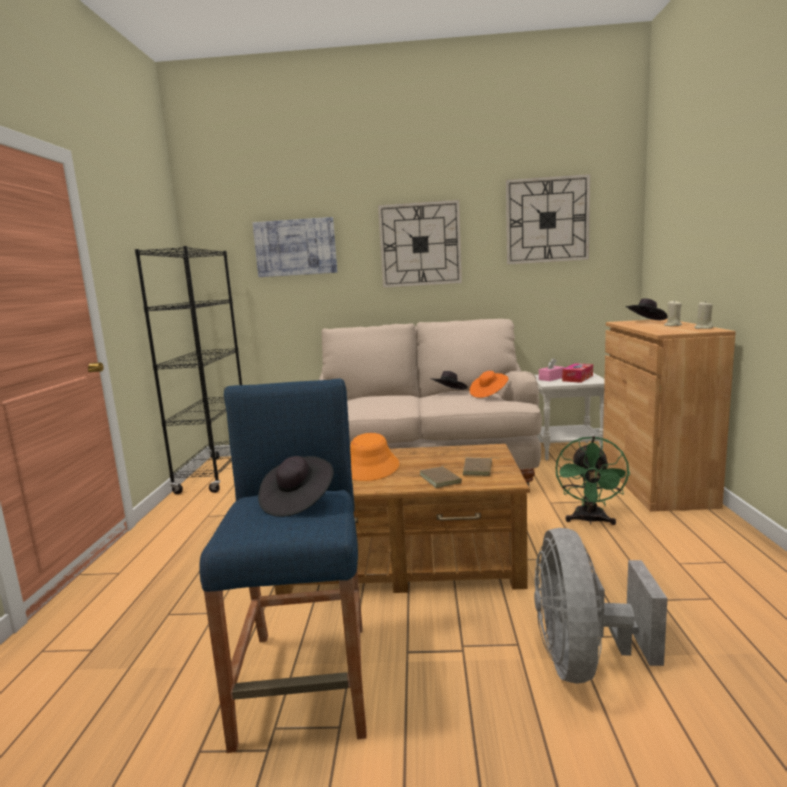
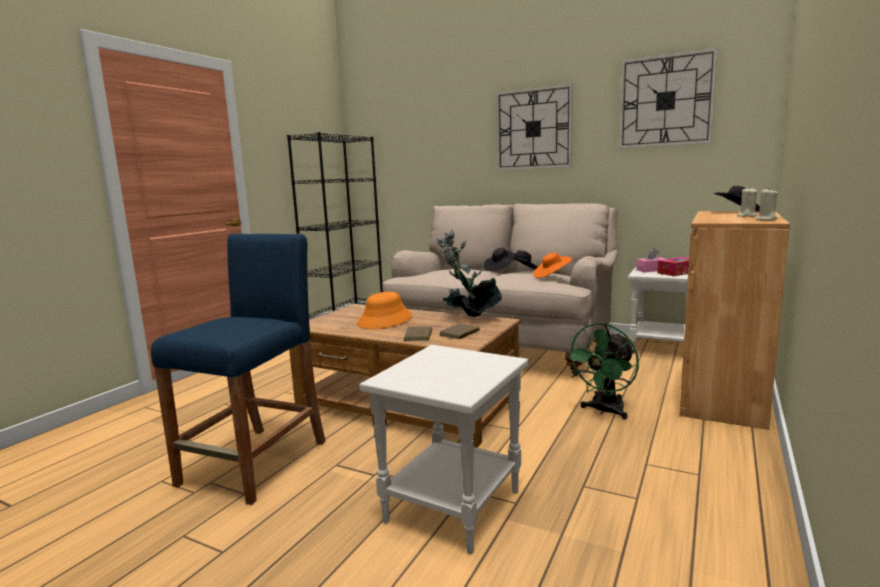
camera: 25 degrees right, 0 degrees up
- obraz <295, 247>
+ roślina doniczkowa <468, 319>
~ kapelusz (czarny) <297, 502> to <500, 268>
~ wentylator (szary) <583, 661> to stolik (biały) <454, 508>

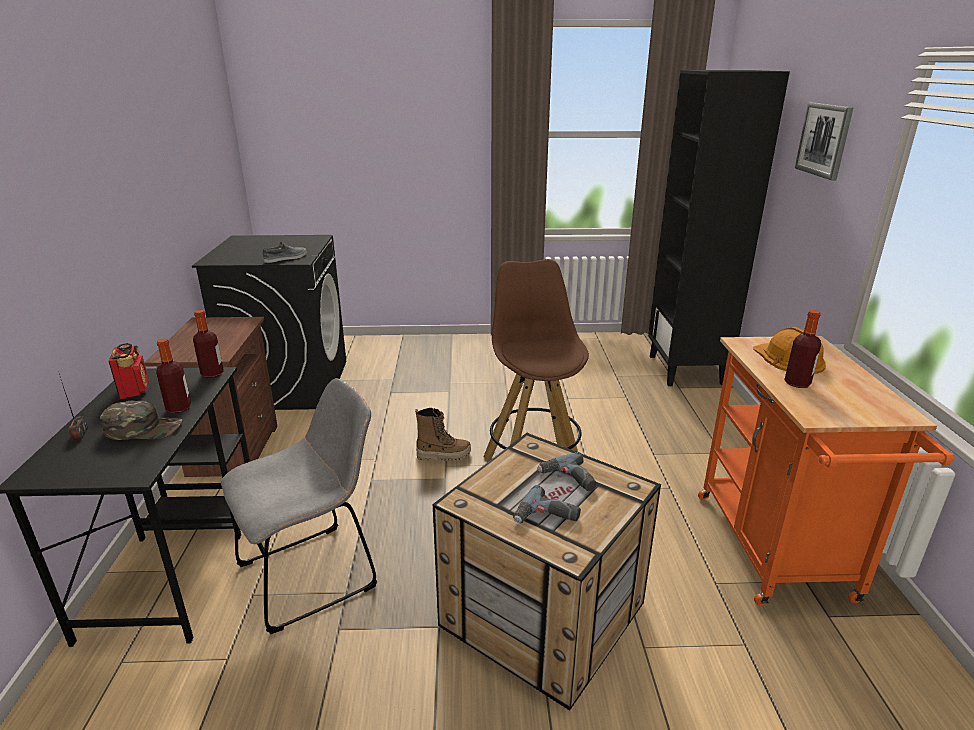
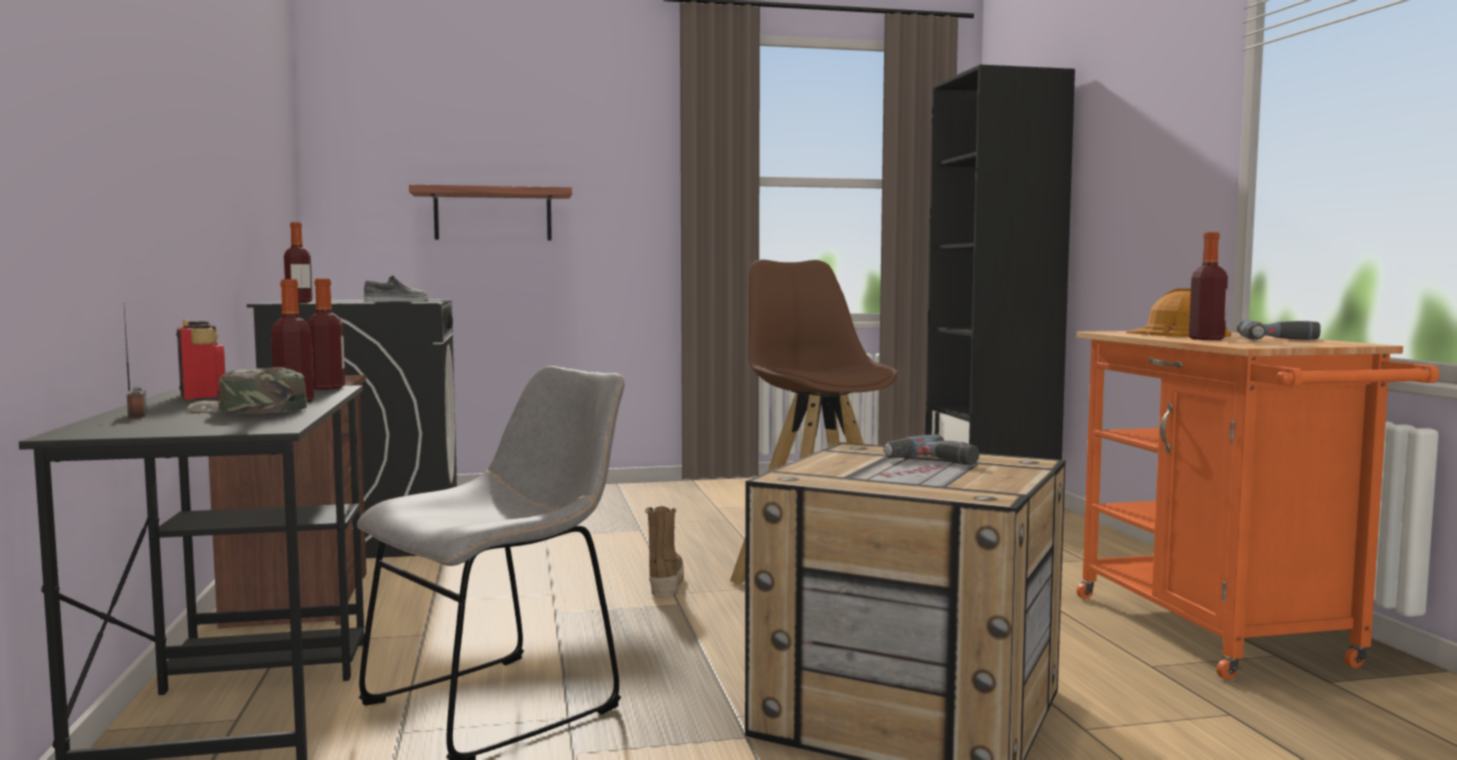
camera: 10 degrees left, 20 degrees down
- obraz <824, 140>
+ butelka <299, 302>
+ półka <493, 215>
~ wiertarka <546, 518> to <1280, 340>
~ czapka z daszkiem (zielony) <144, 428> = <248, 410> 150 degrees counterclockwise
~ but z cholewką <443, 455> = <665, 584> 75 degrees counterclockwise

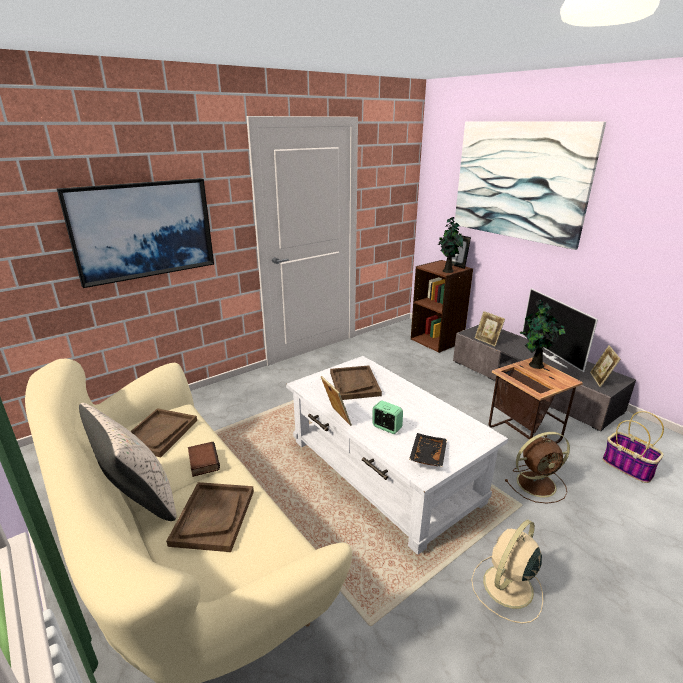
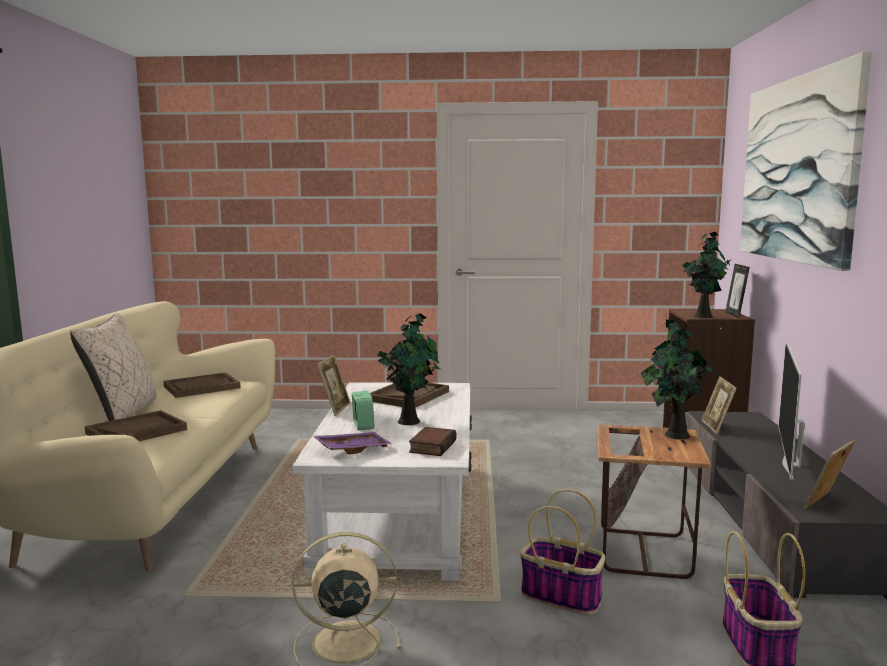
camera: 40 degrees right, 15 degrees down
- obraz <143, 230>
+ roślina doniczkowa <410, 421>
~ książka <202, 462> to <431, 446>
~ wentylator (brązowy) <537, 483> to koszyk <563, 596>
~ taca (czarny) <427, 455> to taca (fioletowy) <352, 449>

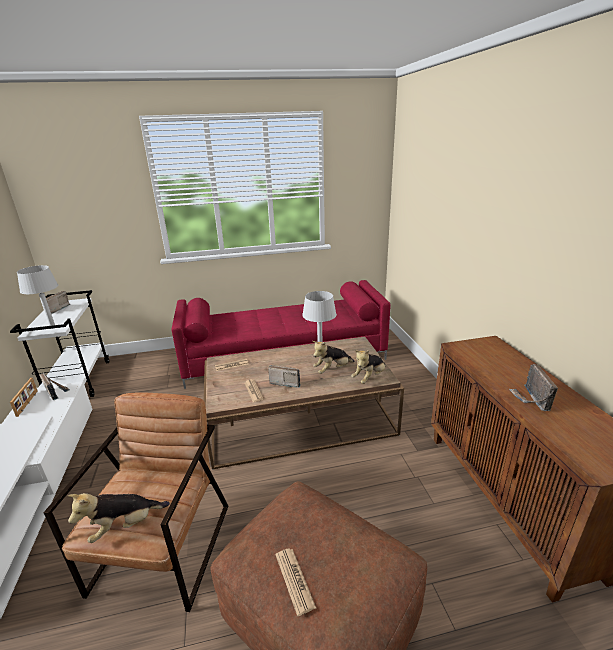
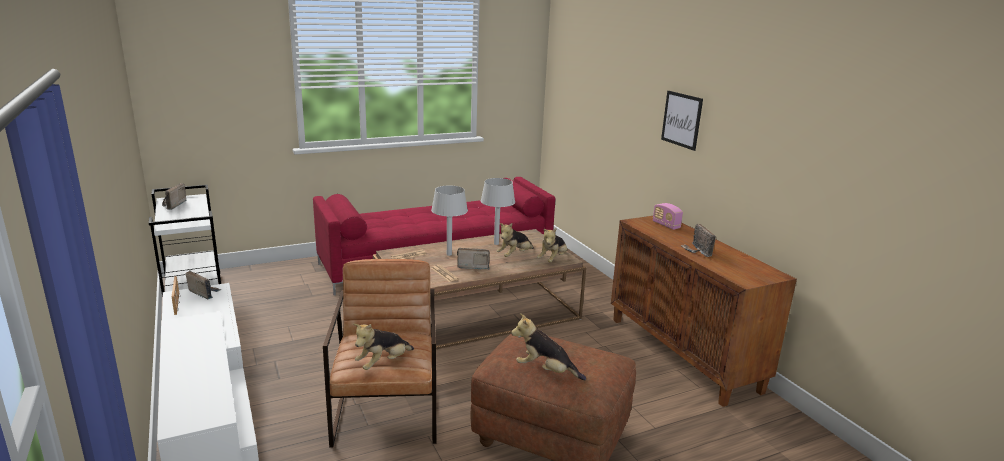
camera: 15 degrees left, 5 degrees down
+ radio <666, 225>
+ obraz <681, 120>
~ lampa stołowa (szary) <52, 327> to <448, 254>
~ gazeta <294, 580> to pluszak <545, 371>

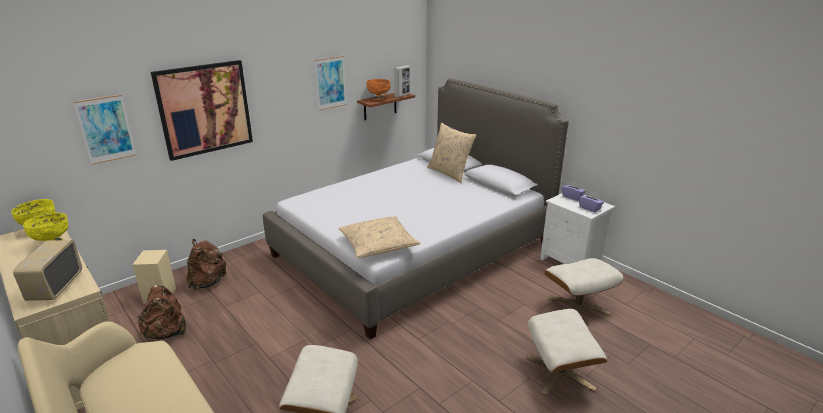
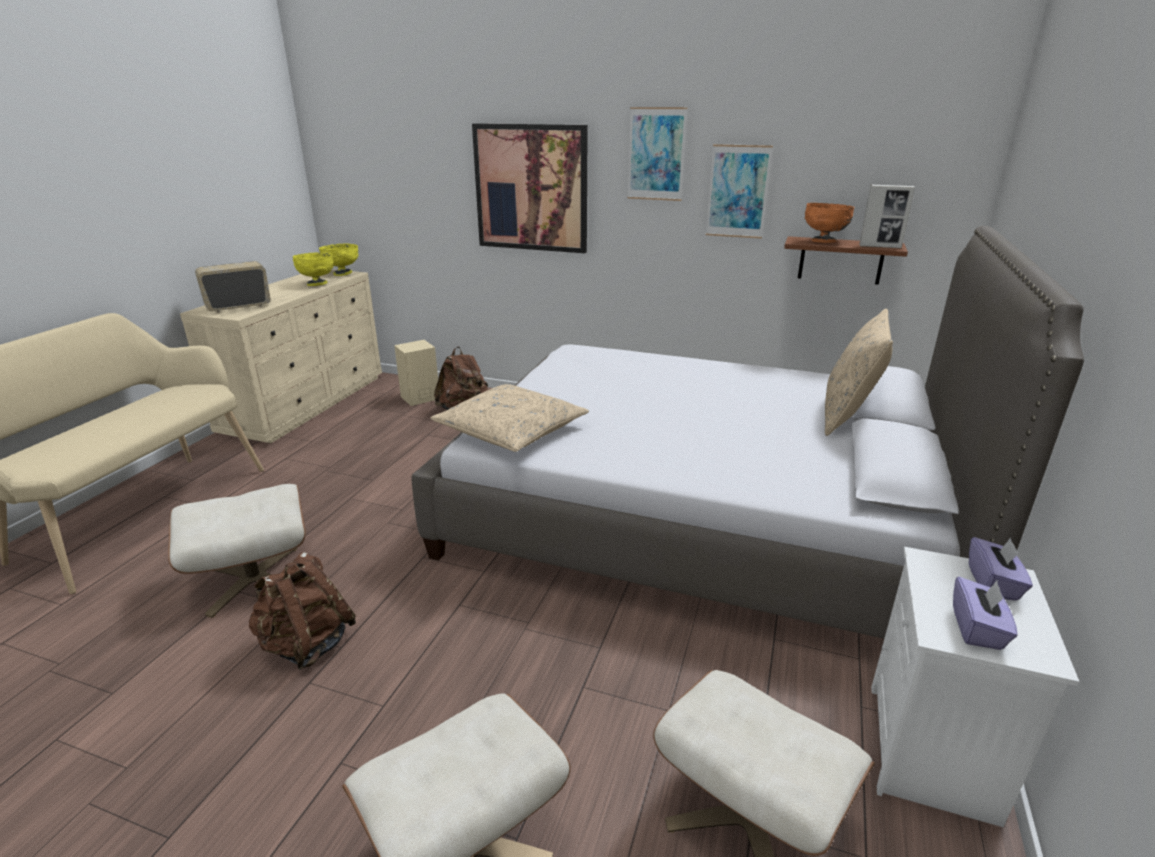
camera: 60 degrees right, 0 degrees up
~ obraz <106, 129> to <656, 154>
~ plecak (brązowy) <166, 333> to <307, 644>

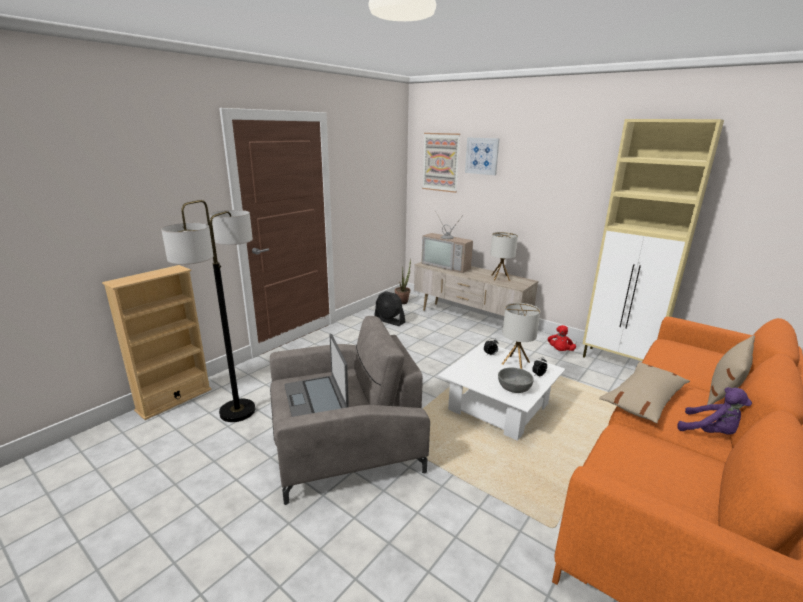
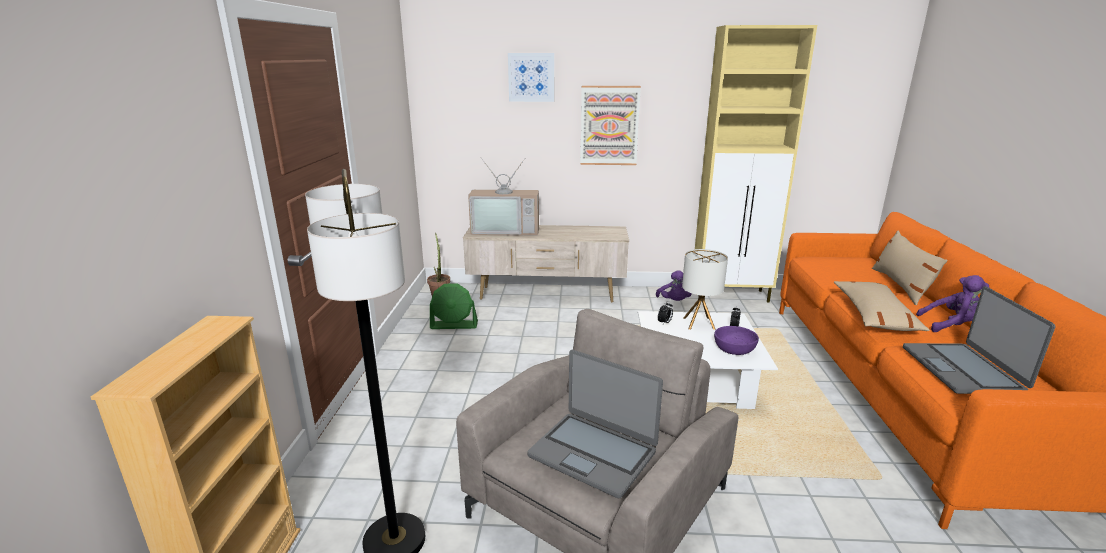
camera: 35 degrees left, 0 degrees up
- lampa stołowa <500, 277>
+ laptop <962, 369>
~ obraz <441, 162> to <609, 126>
~ wentylator (czarny) <389, 321> to wentylator (zielony) <454, 325>
~ miska (szary) <514, 387> to miska (fioletowy) <734, 349>
~ pluszak (czerwony) <559, 351> to pluszak (fioletowy) <673, 302>

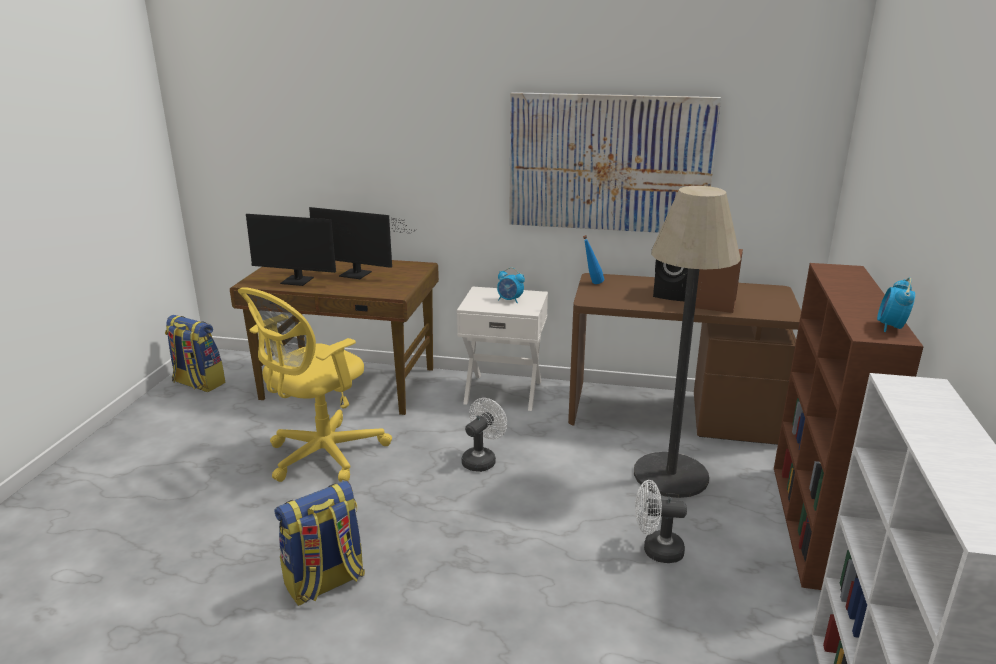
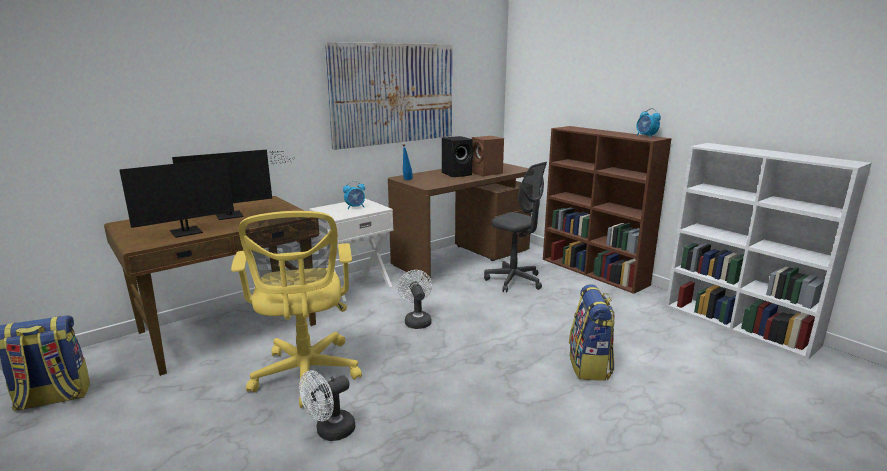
camera: 50 degrees left, 5 degrees down
~ plecak <325, 583> to <590, 366>
~ wentylator (biały) <656, 550> to <330, 432>
~ lampa stojąca <670, 475> to krzesło biurowe (szary) <514, 281>

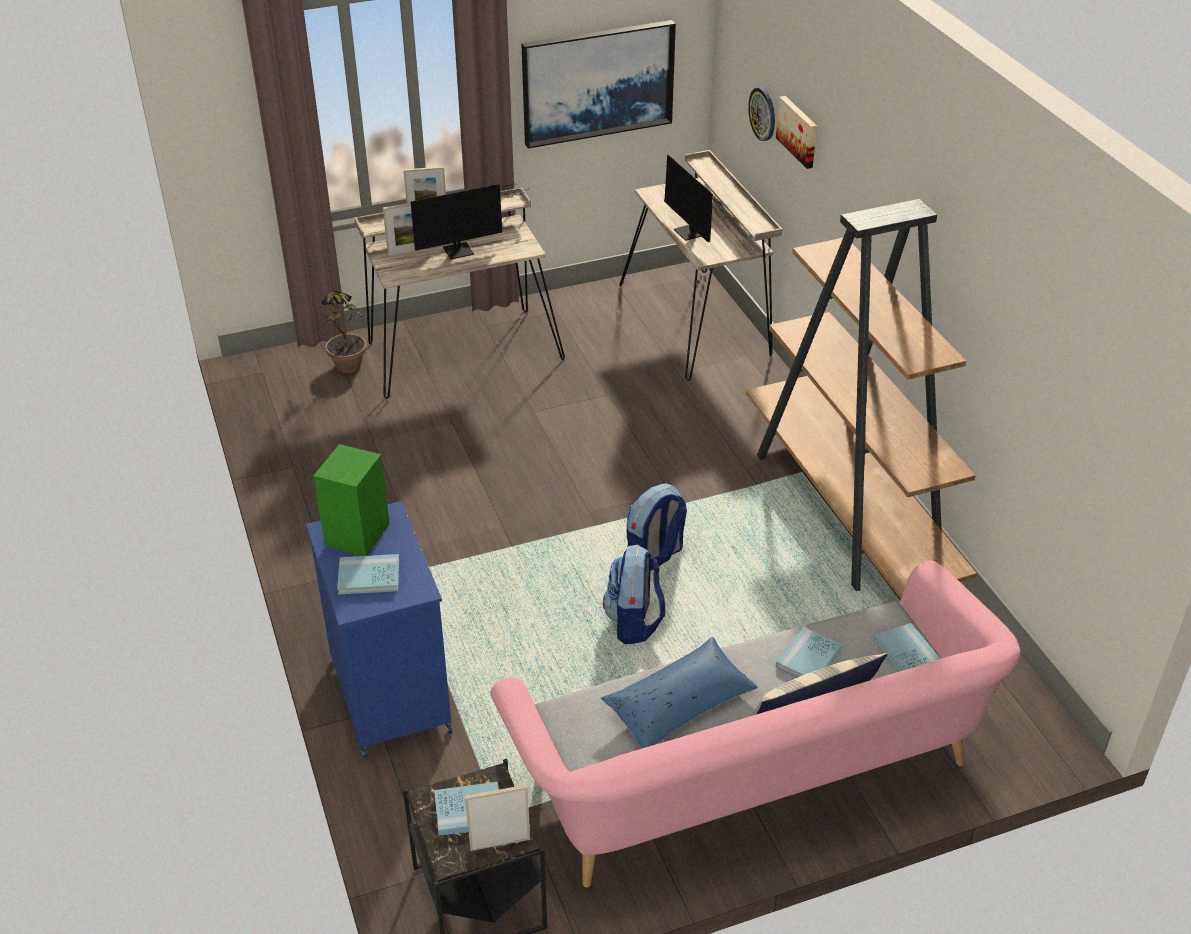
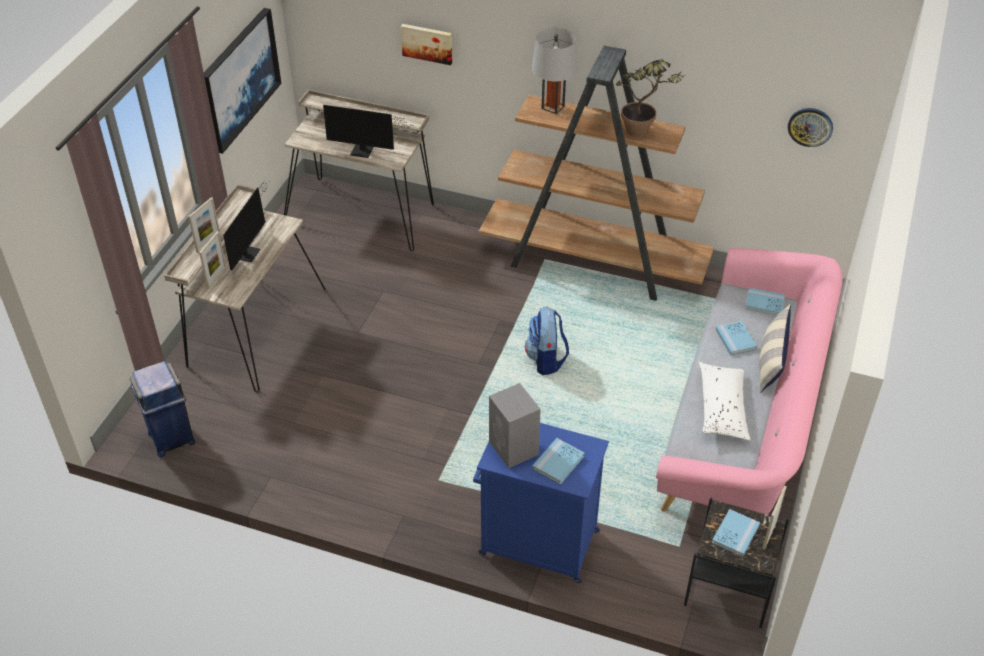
camera: 50 degrees left, 5 degrees up
- plecak <634, 622>
+ kosz na śmieci (niebieski) <171, 437>
+ lampa stołowa (szary) <552, 107>
~ roślina doniczkowa <347, 371> to <643, 134>
~ zegar ścienny <763, 113> to <810, 126>
~ głośnik (zielony) <356, 536> to głośnik (szary) <514, 449>
~ poduszka (niebieski) <679, 704> to poduszka (biały) <722, 408>

